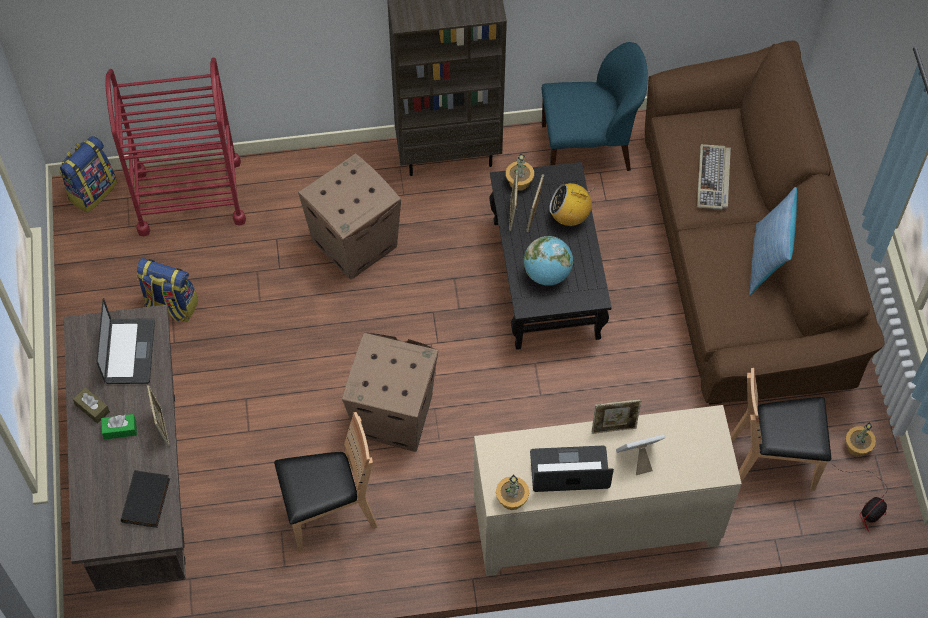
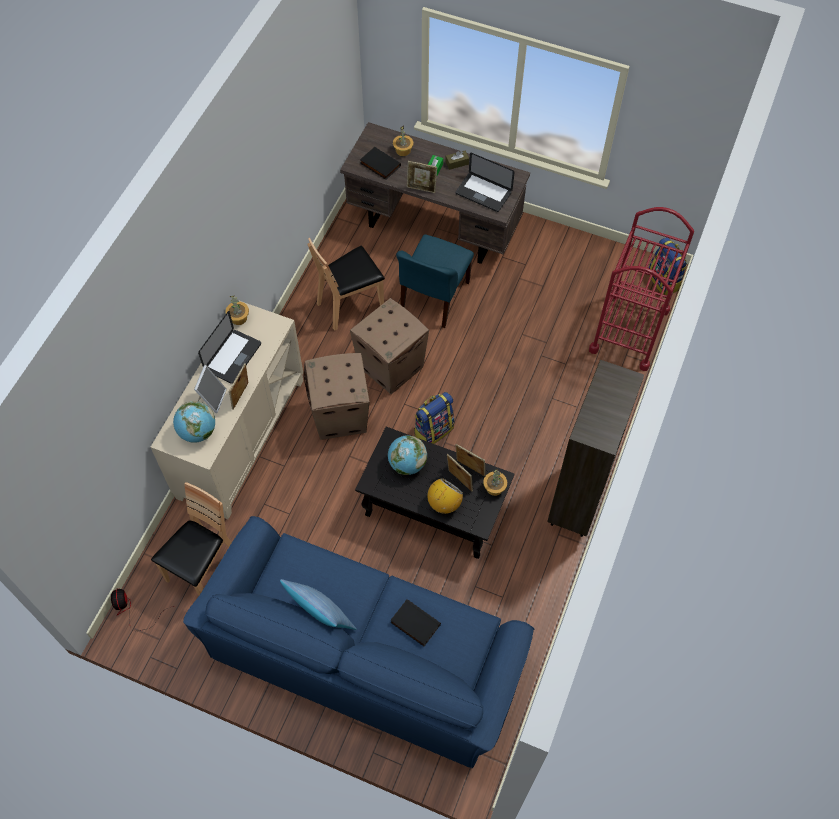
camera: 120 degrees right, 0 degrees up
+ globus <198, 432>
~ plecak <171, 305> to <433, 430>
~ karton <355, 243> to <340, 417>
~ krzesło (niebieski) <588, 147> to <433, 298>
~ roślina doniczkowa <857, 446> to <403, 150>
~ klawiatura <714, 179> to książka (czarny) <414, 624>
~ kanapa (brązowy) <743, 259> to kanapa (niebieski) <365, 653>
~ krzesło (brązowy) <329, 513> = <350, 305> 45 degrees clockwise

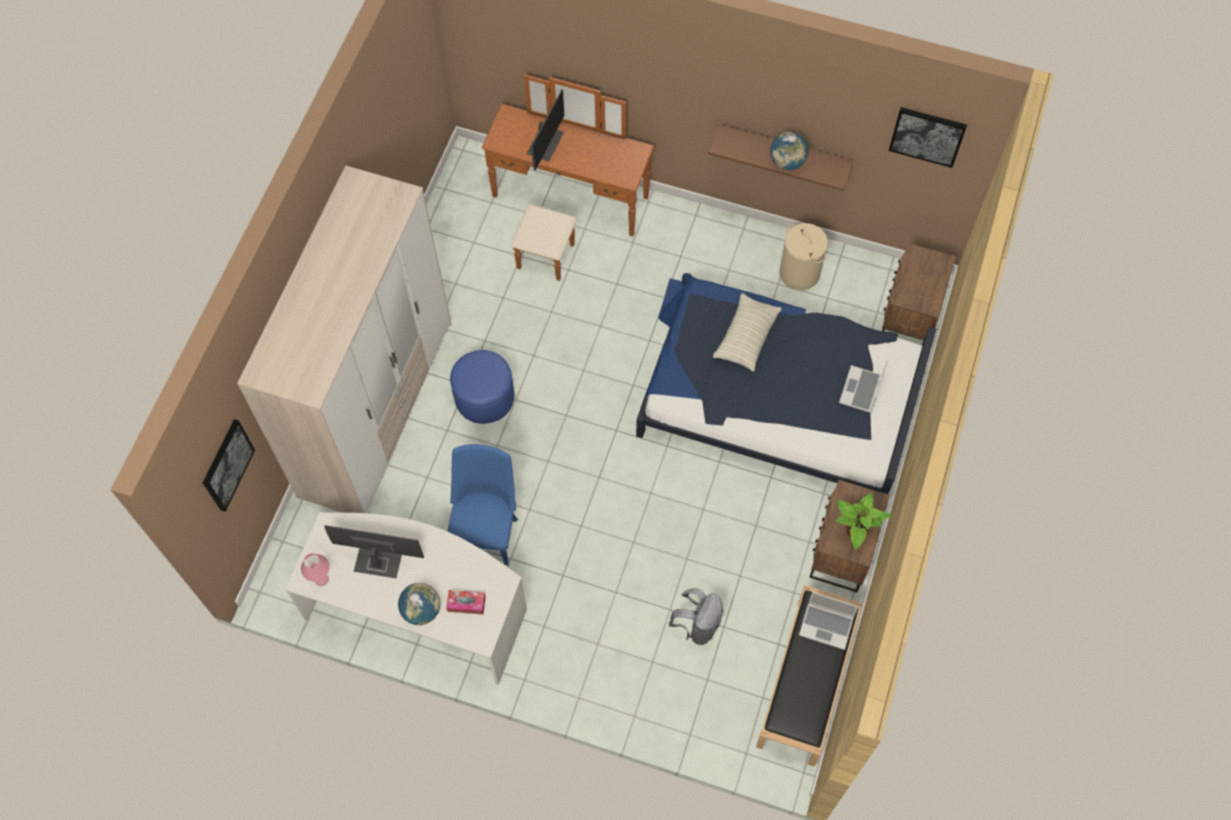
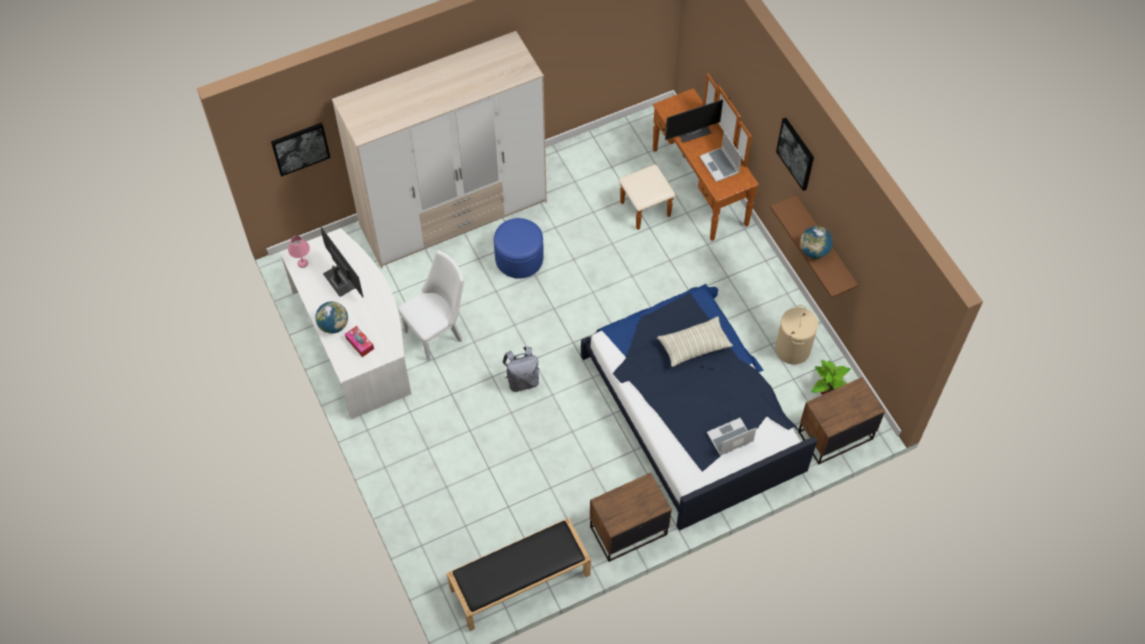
camera: 45 degrees right, 5 degrees down
~ plecak (szary) <698, 625> to <522, 380>
~ laptop <827, 626> to <720, 165>
~ roślina doniczkowa <855, 531> to <827, 391>
~ obraz <927, 136> to <796, 153>
~ krzesło (niebieski) <487, 531> to krzesło (biały) <437, 332>

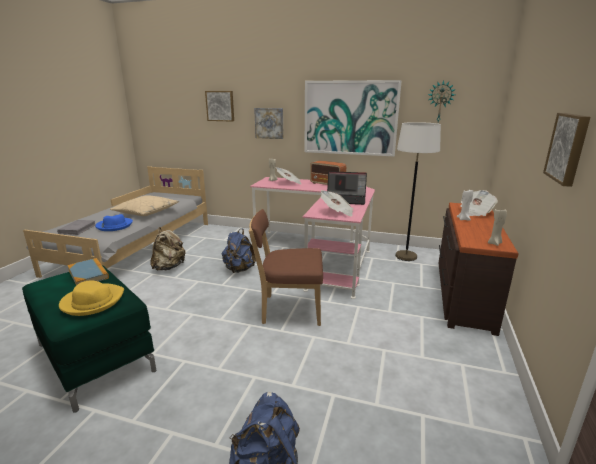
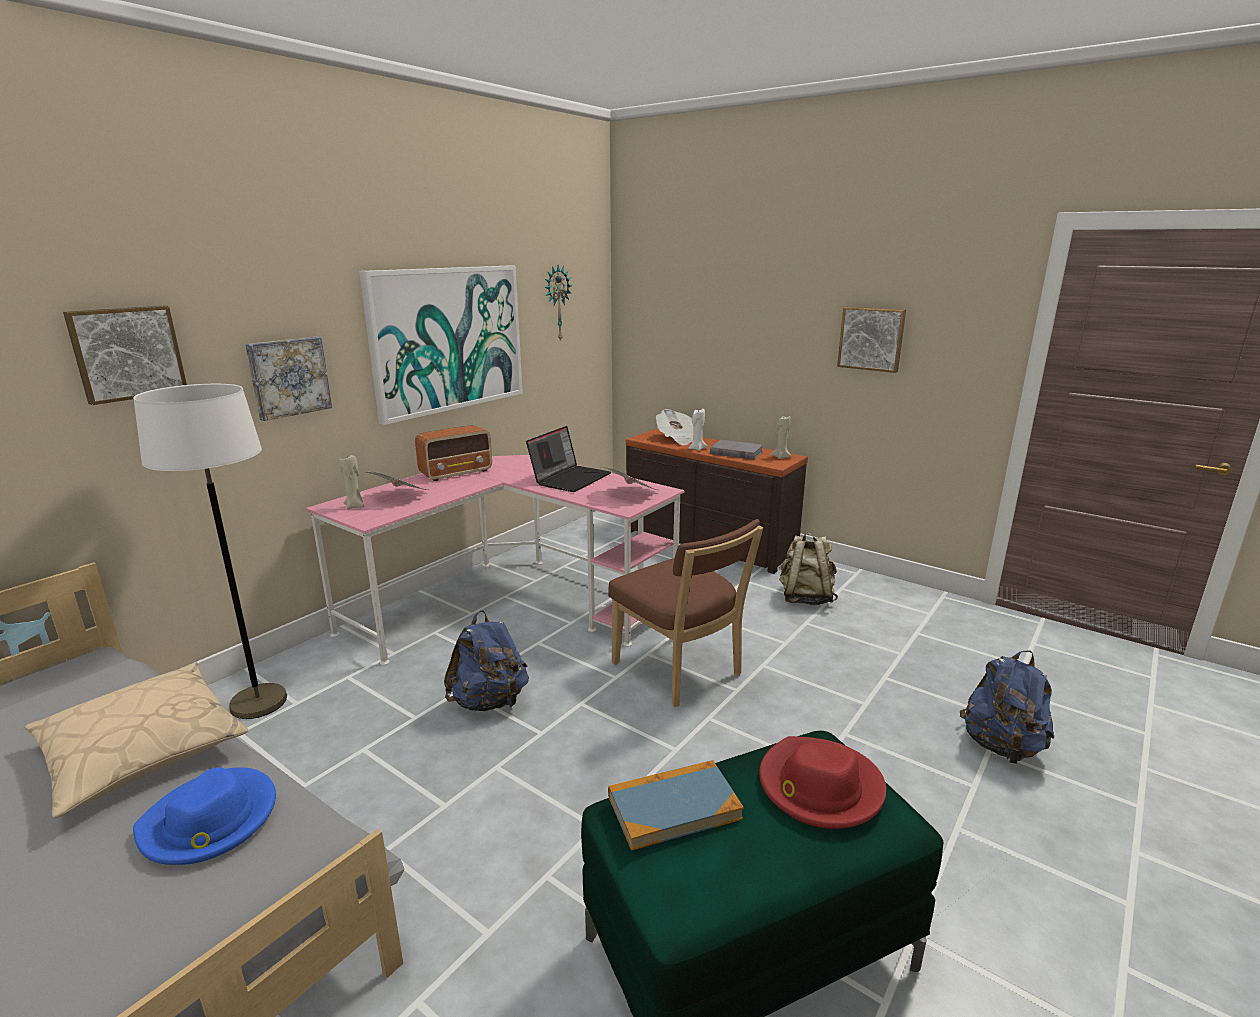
camera: 70 degrees left, 0 degrees up
~ książka (szary) <78, 229> to <736, 452>
~ plecak (beżowy) <169, 267> to <805, 598>
~ lampa stojąca (biały) <406, 256> to <259, 703>
~ kapelusz (żółty) <92, 301> to kapelusz (czerwony) <819, 787>
~ krzesło (brązowy) <288, 310> = <680, 672> 60 degrees counterclockwise

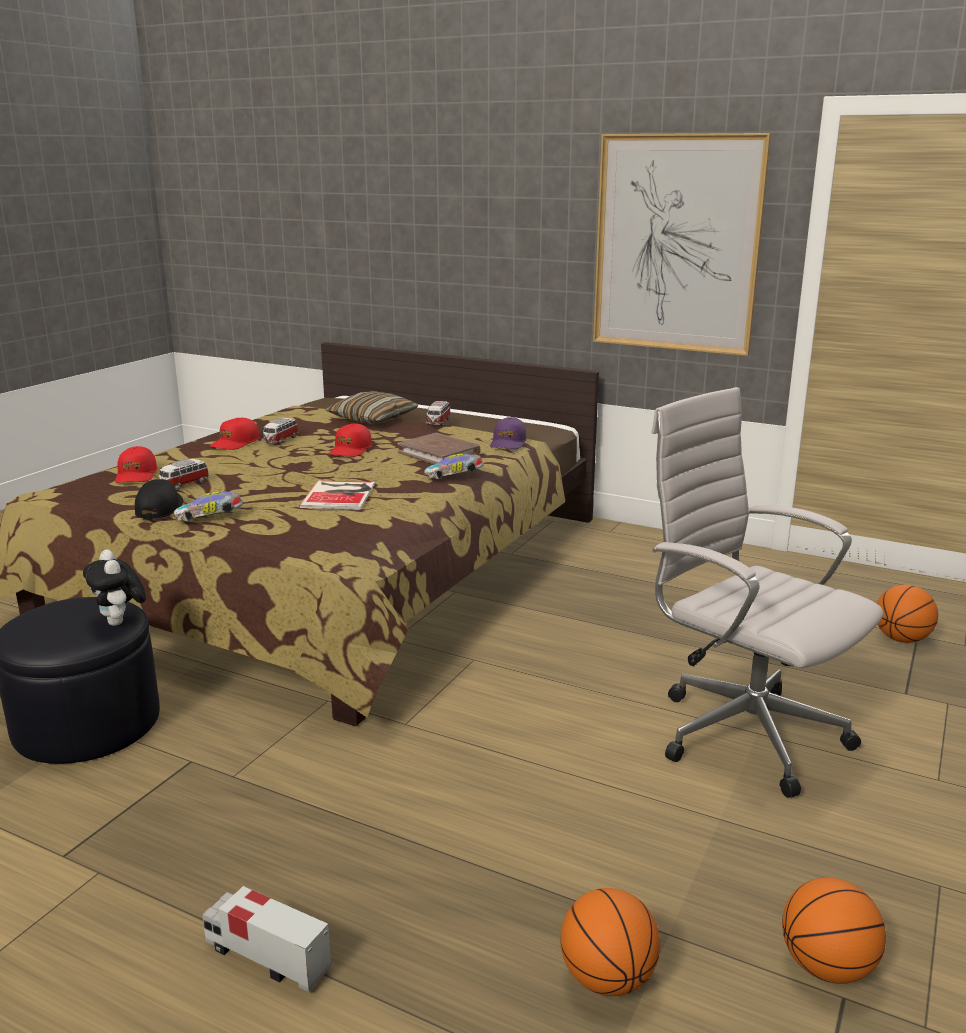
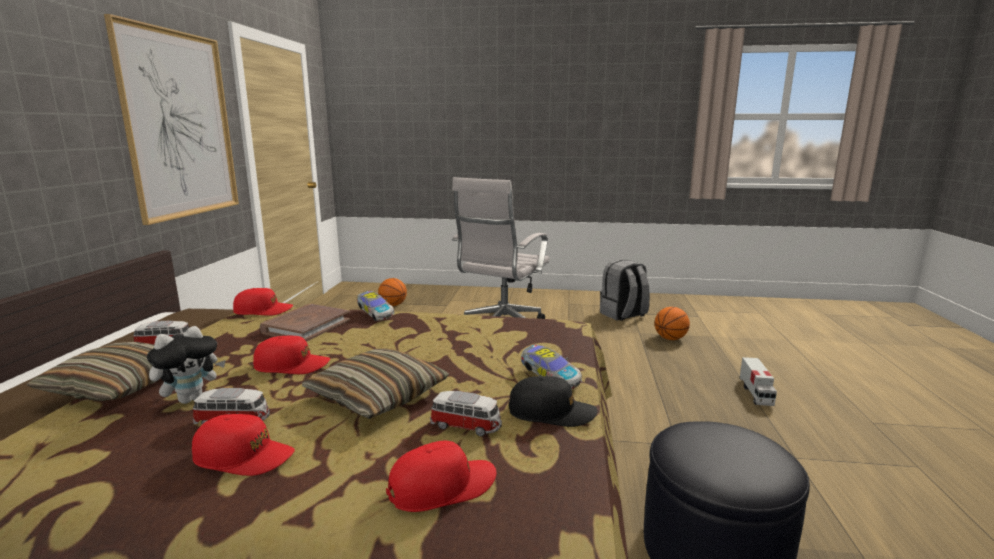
camera: 110 degrees left, 5 degrees down
- książka <340, 495>
+ poduszka <378, 396>
~ pluszak <120, 622> to <191, 398>
~ piłka do koszykówki <826, 966> to plecak (szary) <623, 315>
~ czapka z daszkiem (fioletowy) <508, 443> to czapka z daszkiem (czerwony) <263, 310>
~ czapka z daszkiem (czarny) <160, 508> = <551, 412> 150 degrees counterclockwise

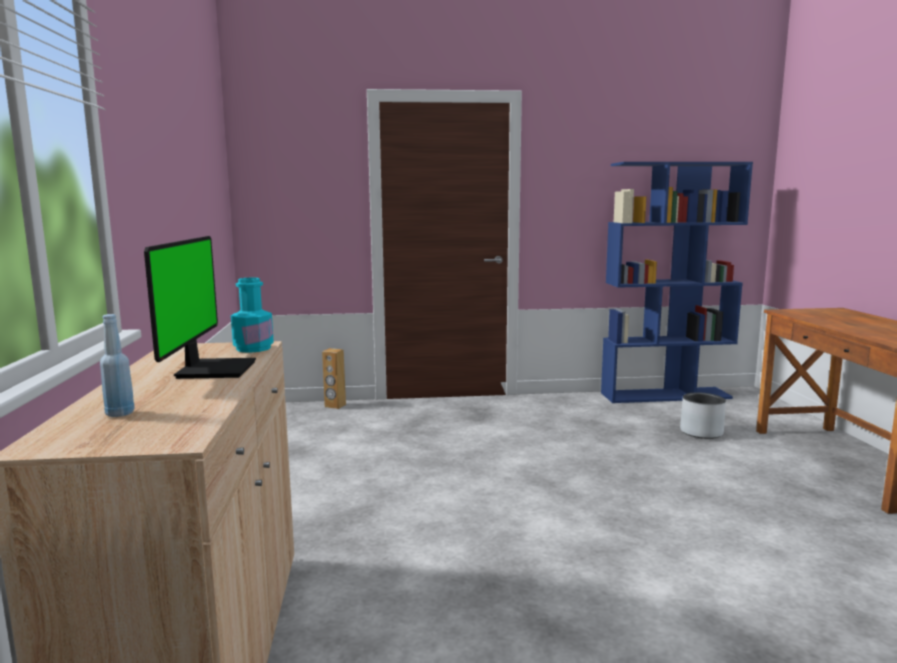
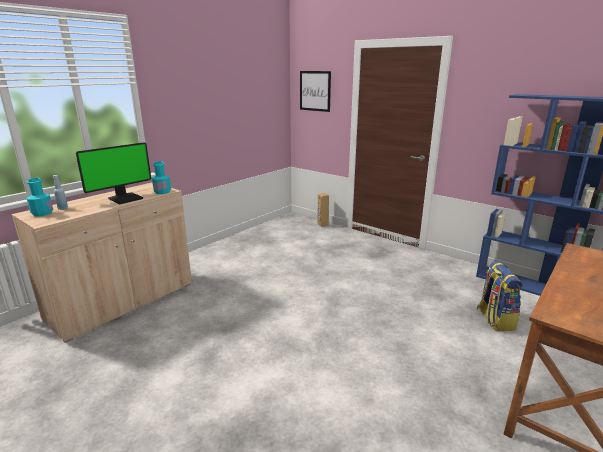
camera: 45 degrees right, 10 degrees up
+ butelka (turkusowy) <42, 213>
+ obraz <315, 91>
~ donica (szary) <701, 432> to plecak <494, 319>

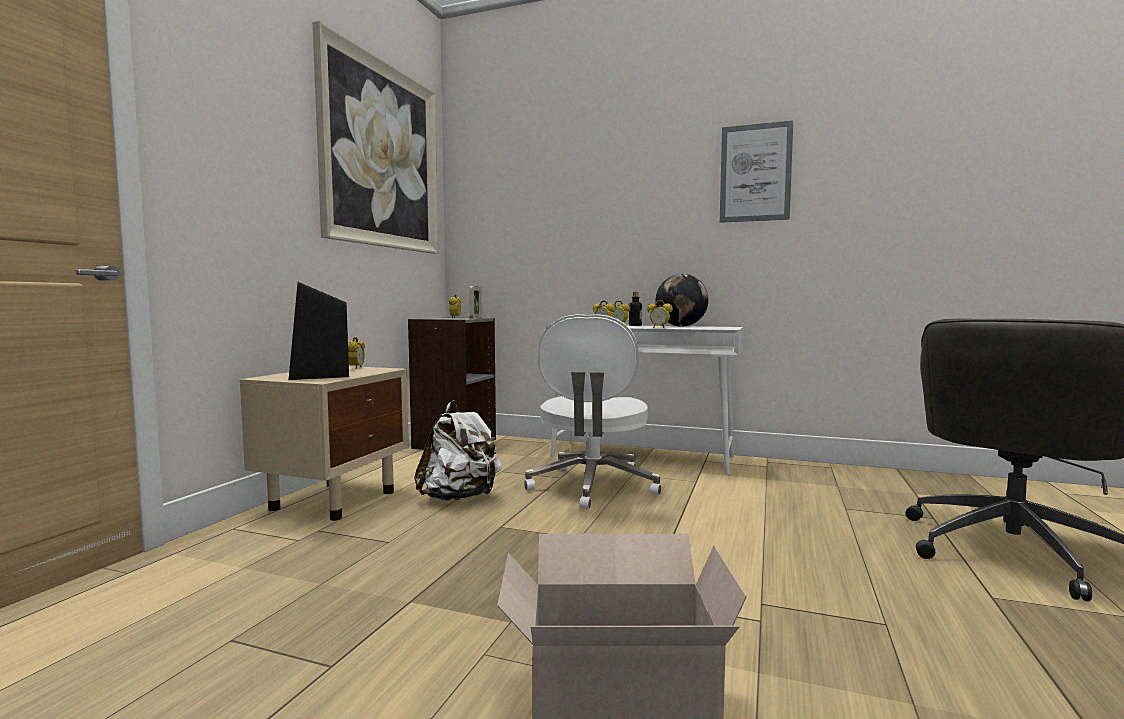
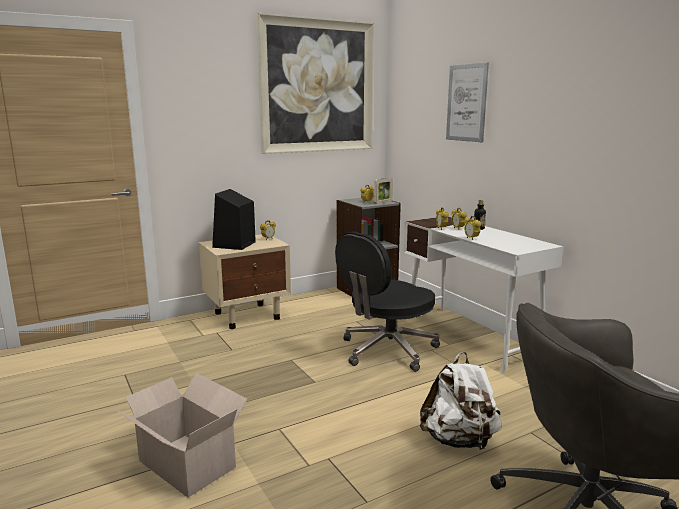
camera: 40 degrees right, 10 degrees up
- globus <681, 326>
~ plecak (biały) <460, 498> to <459, 440>
~ obraz <755, 173> to <466, 103>
~ krzesło biurowe (biały) <592, 487> to krzesło biurowe (czarny) <387, 350>

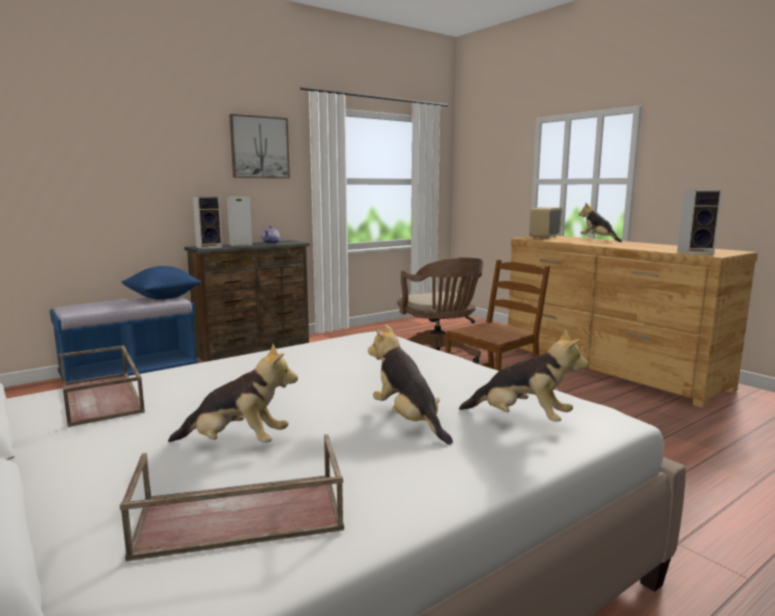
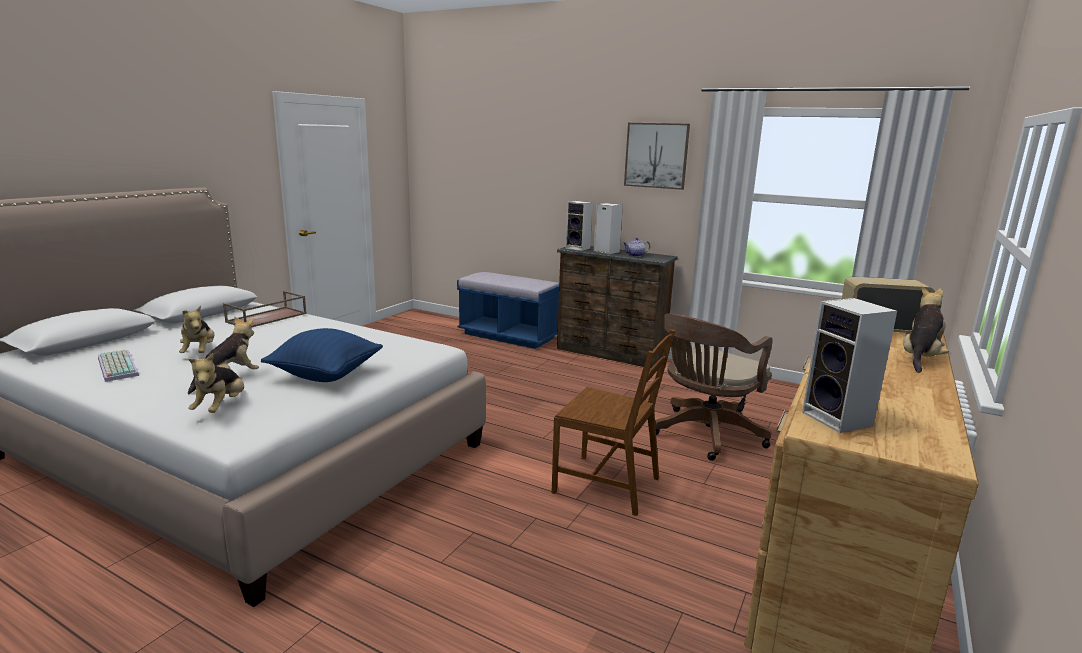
camera: 65 degrees right, 5 degrees up
~ poduszka (niebieski) <162, 298> to <326, 375>
~ taca (brązowy) <238, 516> to klawiatura <116, 366>

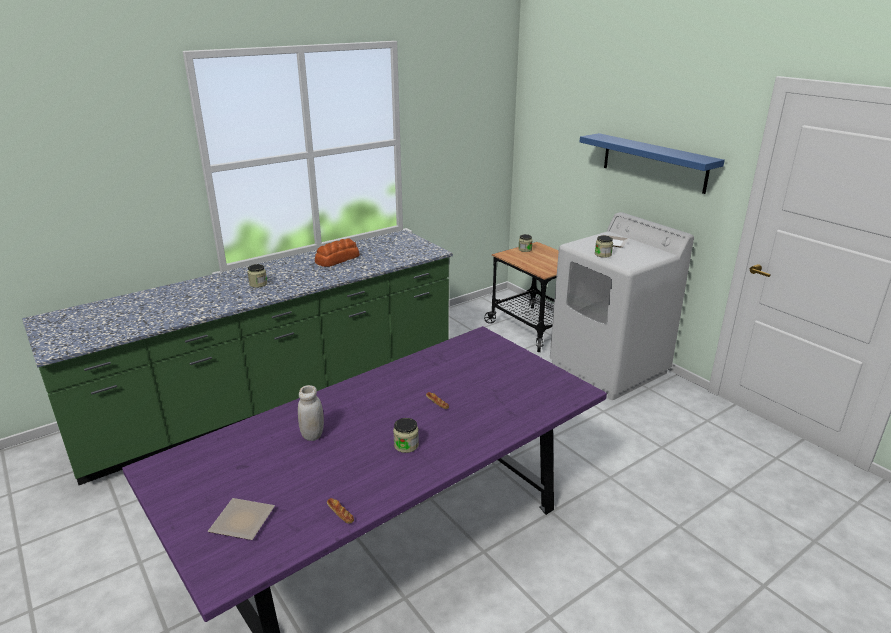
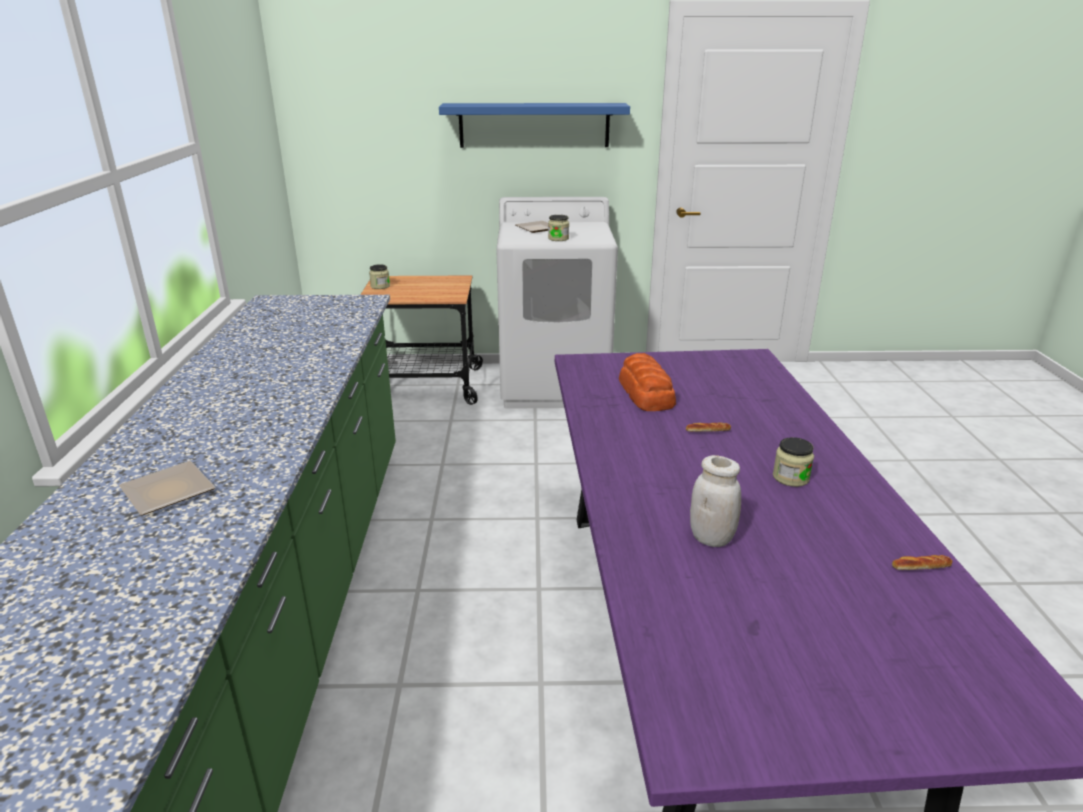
camera: 55 degrees left, 0 degrees up
- słoik <258, 284>
~ talerz <245, 520> to <170, 490>
~ chleb <337, 259> to <646, 393>

